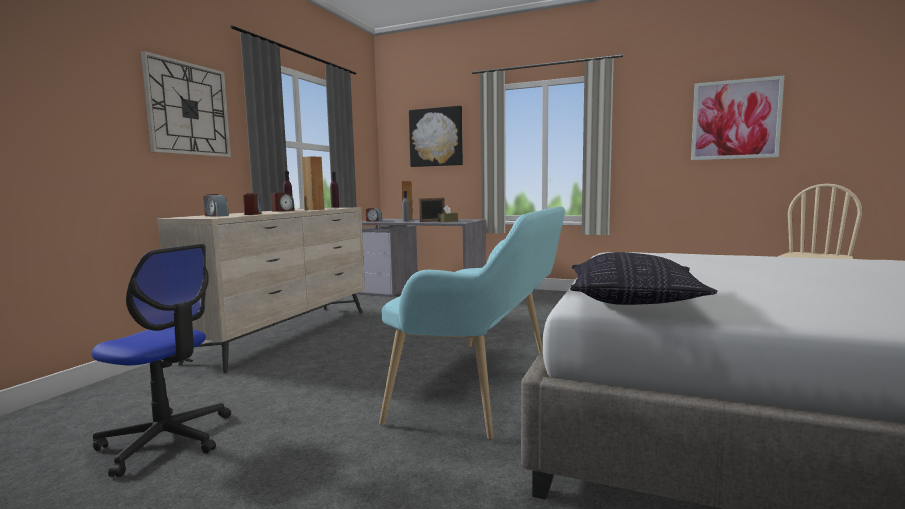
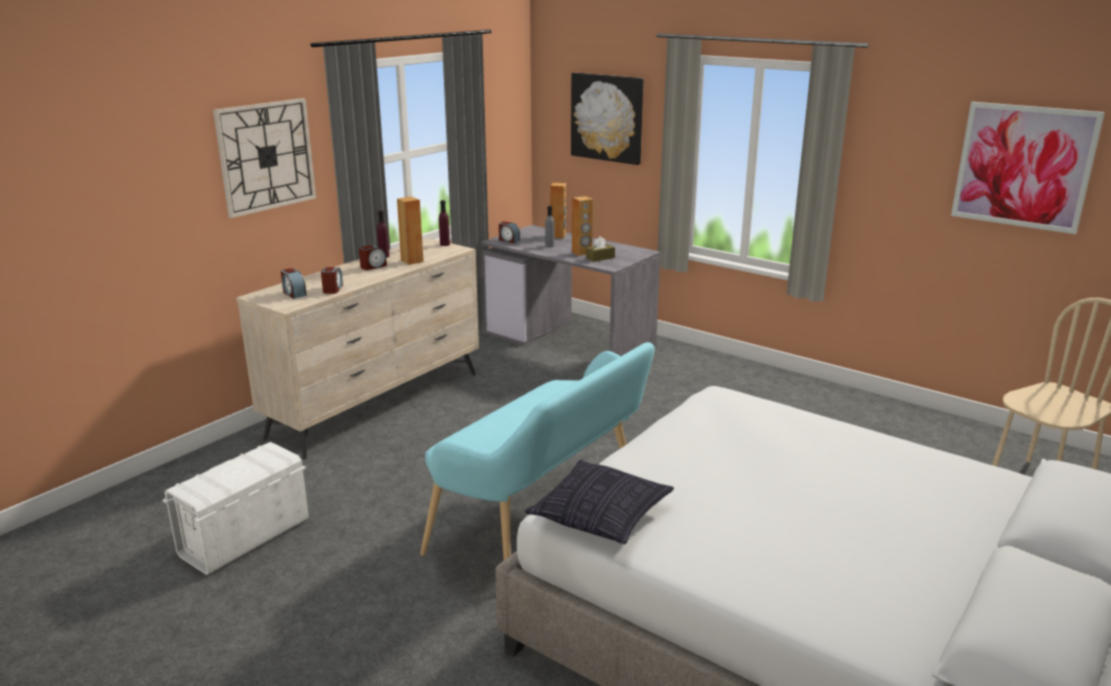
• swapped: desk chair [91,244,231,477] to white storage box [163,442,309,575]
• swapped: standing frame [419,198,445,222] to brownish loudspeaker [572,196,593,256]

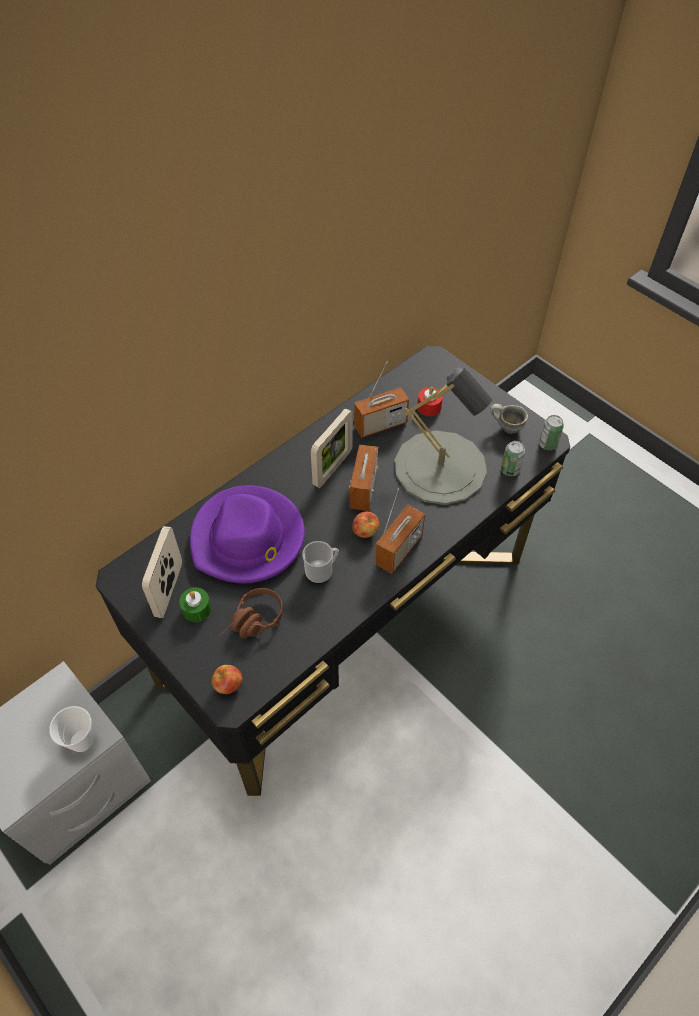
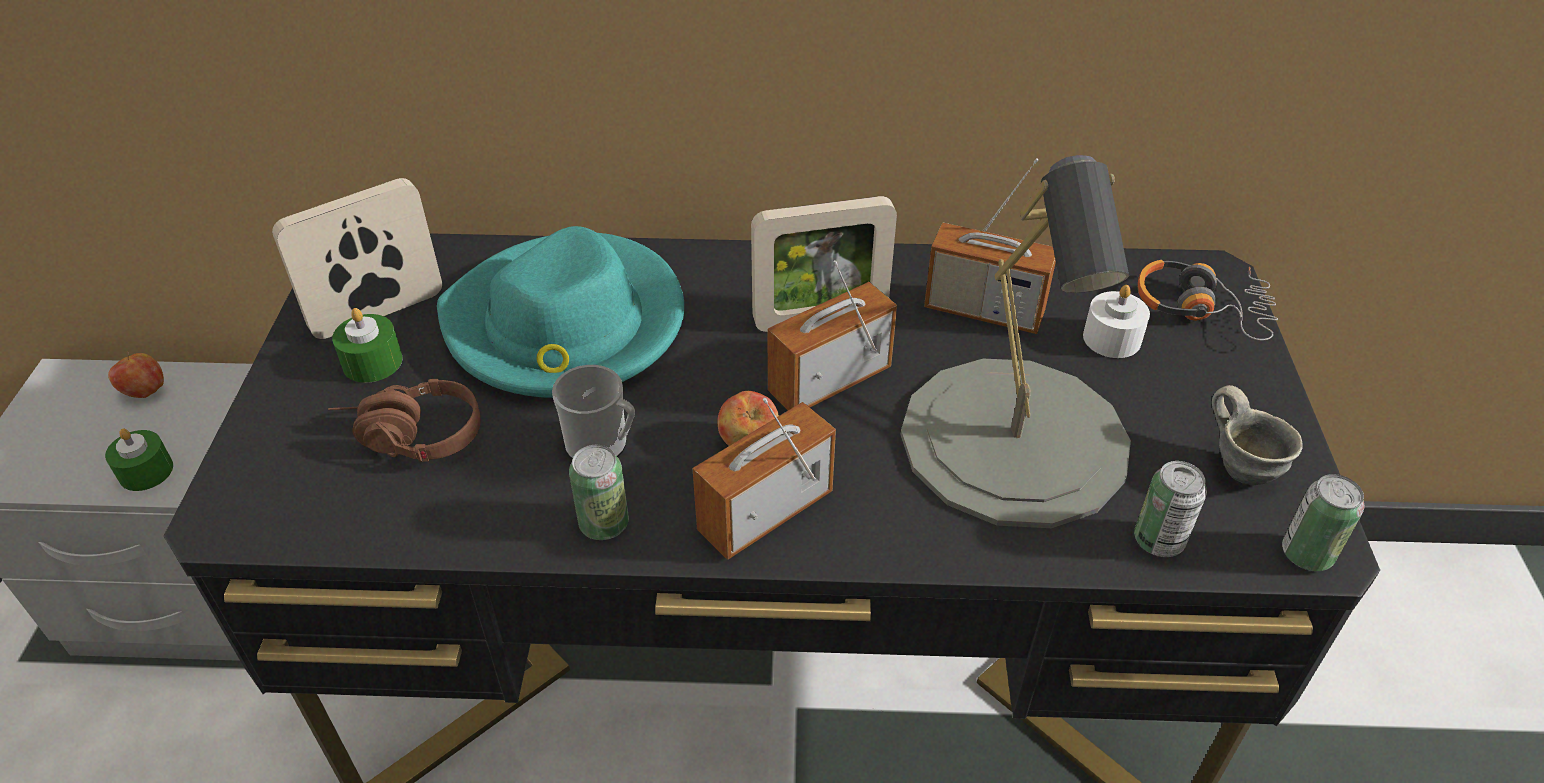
• swapped: drinking cup [49,706,93,752] to green wax candle [105,429,173,491]
• shifted: apple fruit [212,665,243,694] to [108,352,164,398]
• repainted: purple-coloured clothing hat [190,485,305,583] to turquoise-coloured clothing hat [437,226,684,398]
• new: sealed can [569,445,629,540]
• rotated: radio [375,488,425,574] = [693,398,836,560] 150 degrees clockwise
• repainted: red wax candle [418,387,443,416] to white wax candle [1083,285,1150,358]
• new: headphones [1138,260,1278,340]

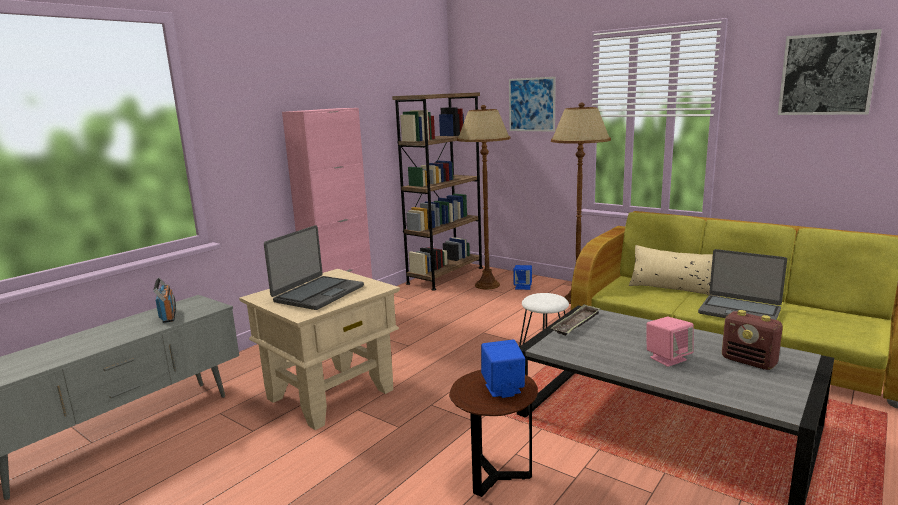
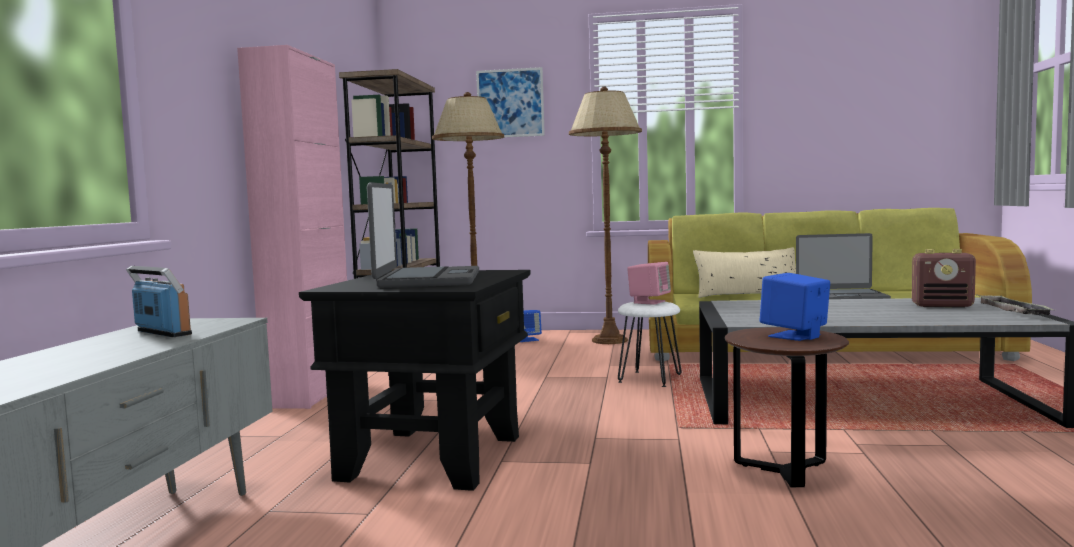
• repainted: beige accent table [239,269,400,430] to black accent table [299,270,531,491]
• shifted: pinkish loudspeaker [646,317,694,367] to [627,262,671,305]
• shifted: serving tray [551,304,601,336] to [977,294,1053,315]
• gone: wall art [778,29,882,115]

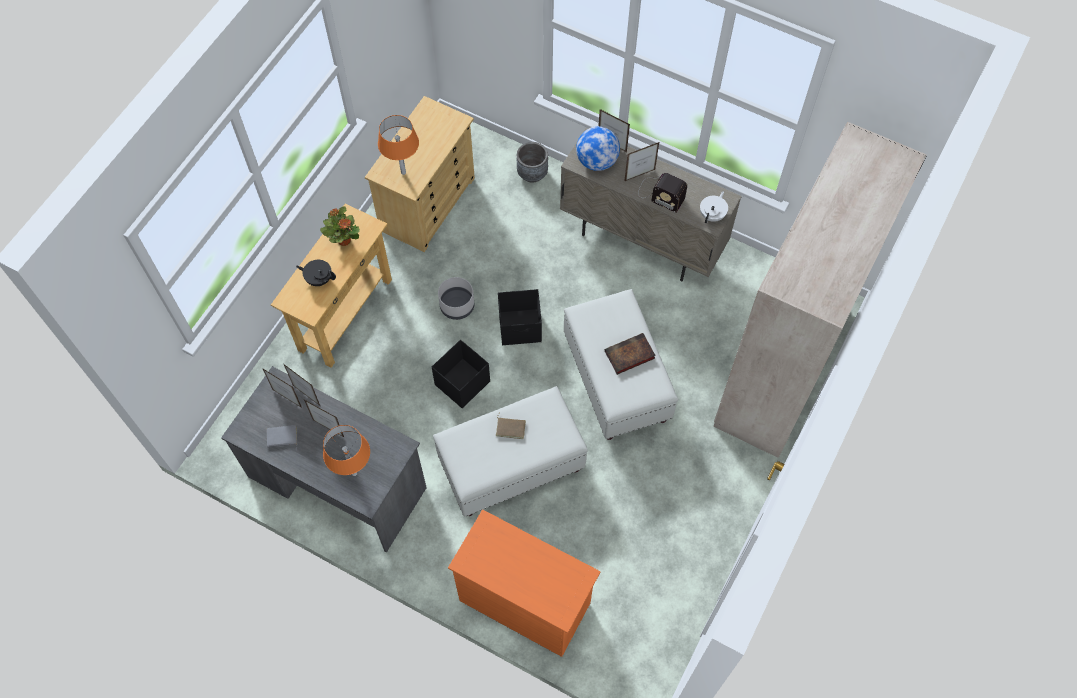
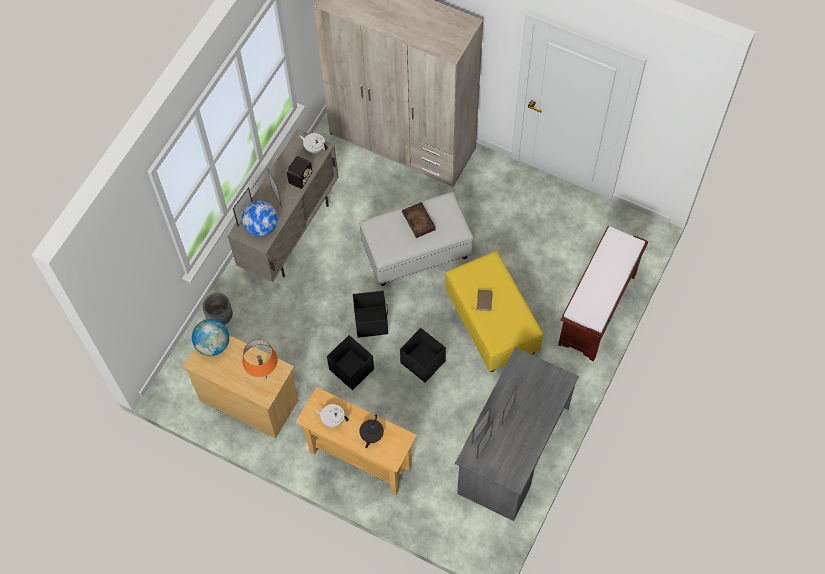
• new: desk globe [192,319,229,356]
• swapped: potted plant [320,206,360,246] to white tea pot [315,404,349,427]
• swapped: grey flower pot [438,277,474,320] to black storage box [327,335,374,390]
• repainted: white pouffe [433,386,588,517] to yellow pouffe [445,251,544,372]
• swapped: orangey drawer chest [448,509,601,657] to brownish bench [558,226,648,361]
• gone: grey bound book [267,425,298,447]
• gone: orangey lamp for a table [323,425,370,476]

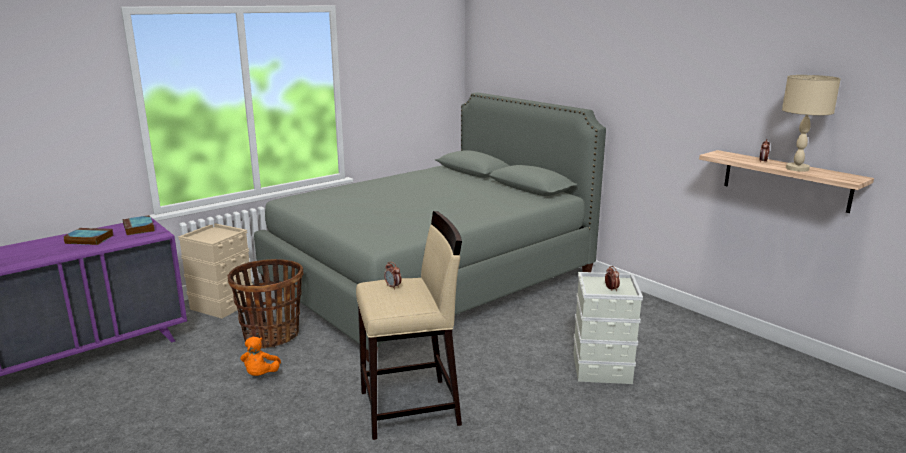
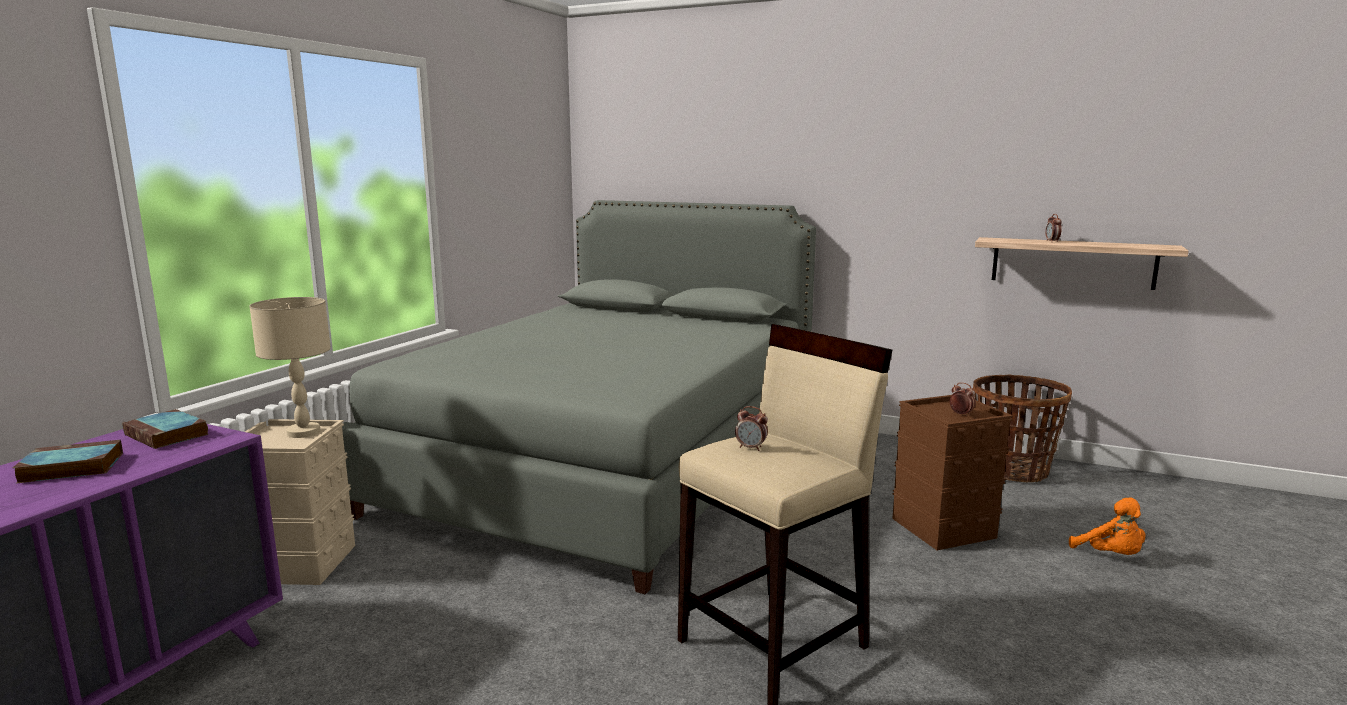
• shifted: beige lamp for a table [782,75,840,172] to [249,297,331,438]
• repainted: grey storage box [573,272,643,384] to brownish storage box [892,395,1013,550]
• shifted: storage basket [227,259,304,349] to [973,374,1072,482]
• shifted: orangey cuddly toy [241,337,281,376] to [1069,497,1145,555]

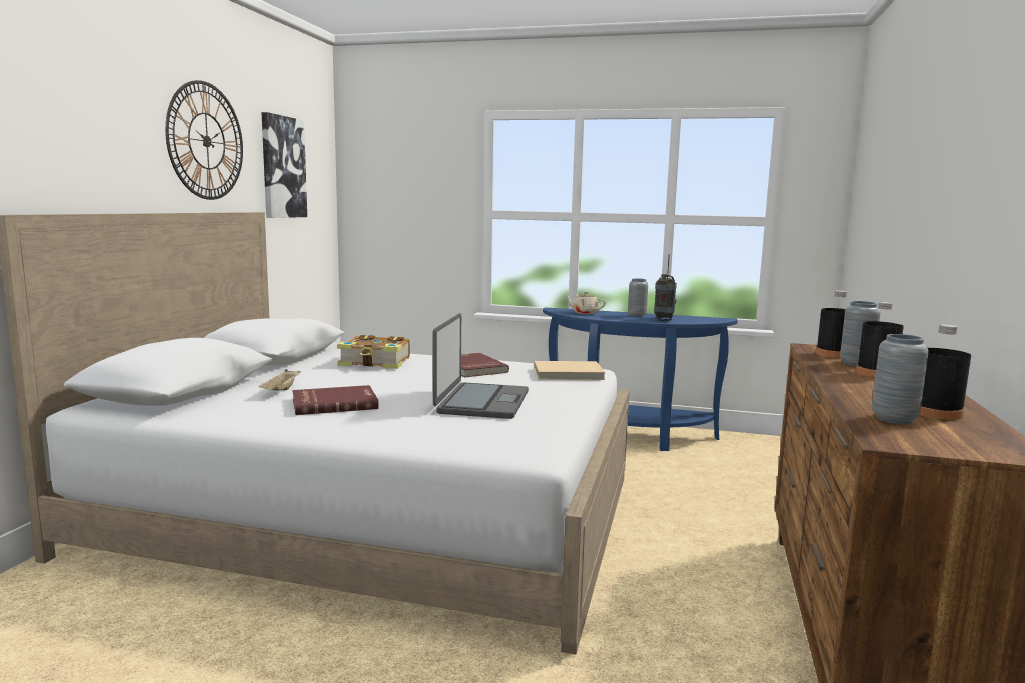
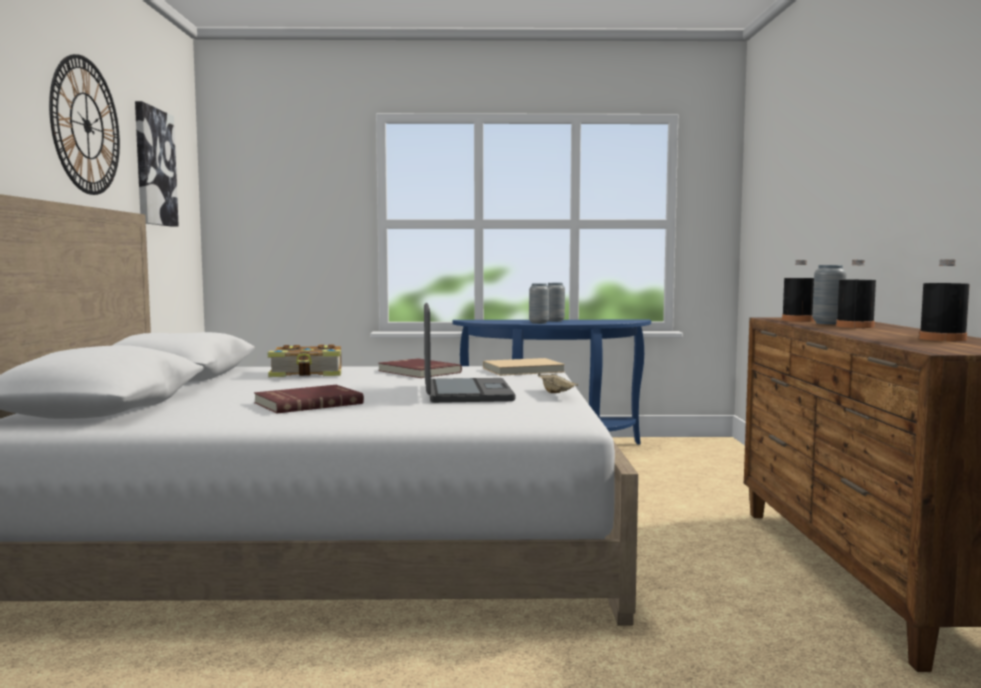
• shifted: grey decorative vase [872,334,929,424] to [529,283,549,324]
• shifted: beige serving tray [259,369,301,391] to [538,373,578,393]
• gone: beige tea pot [565,292,606,314]
• gone: radio [654,254,677,321]

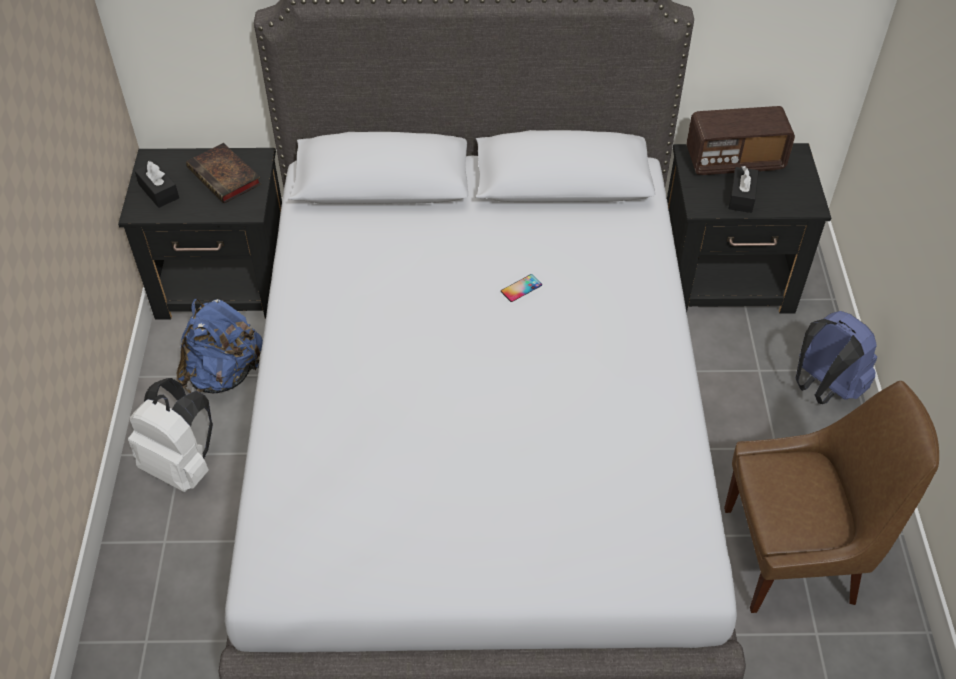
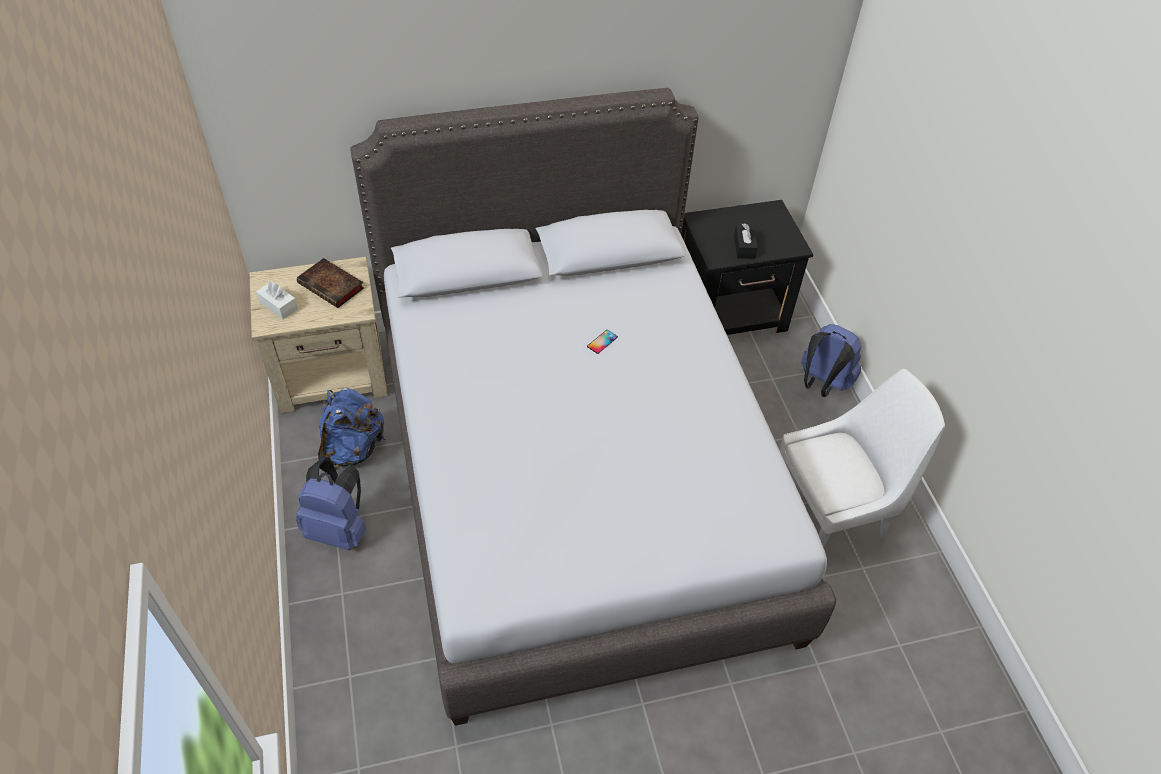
• repainted: black nightstand [118,148,282,320] to beige nightstand [250,257,388,413]
• repainted: black box of tissues [135,161,179,208] to white box of tissues [256,281,298,319]
• repainted: white rucksack [128,378,213,492] to blue-coloured rucksack [296,458,366,550]
• repainted: brownish plain chair [724,381,939,613] to white plain chair [780,369,945,548]
• gone: radio [686,106,795,175]

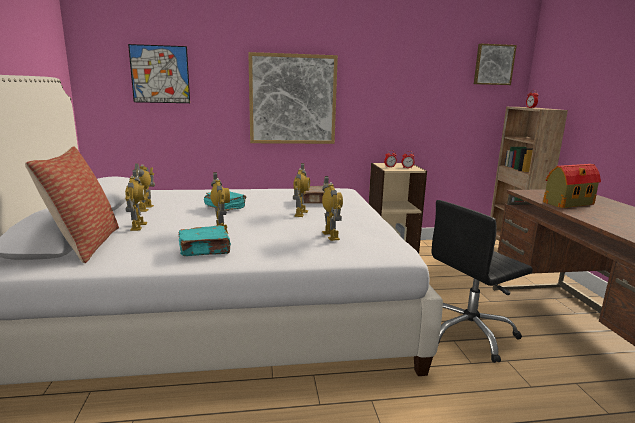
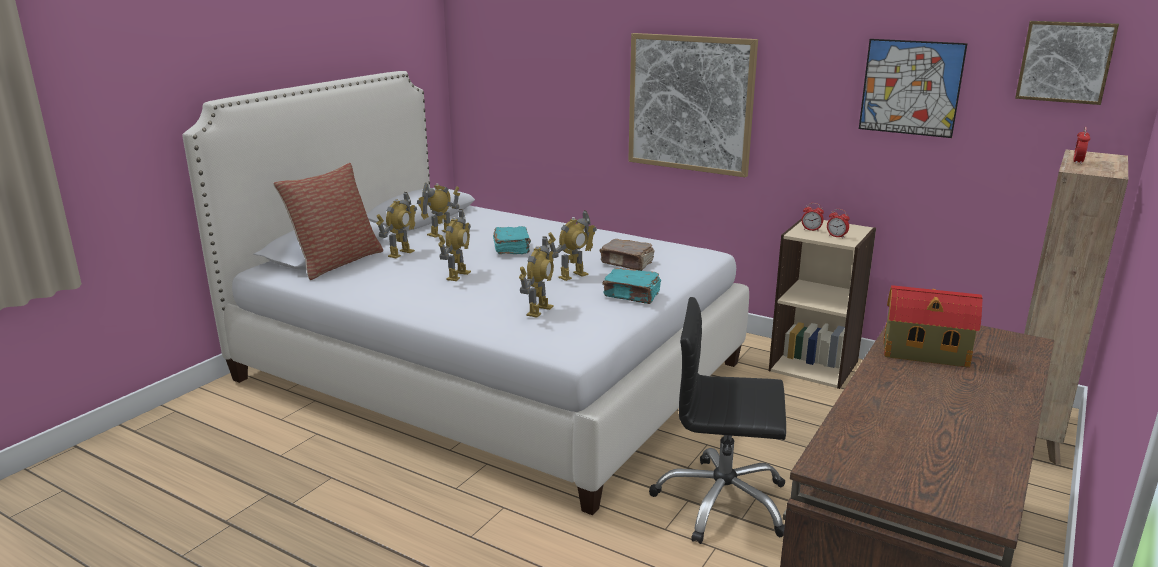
• shifted: turquoise-coloured bound book [178,225,231,256] to [602,268,661,304]
• shifted: wall art [128,44,190,103] to [859,39,968,138]

